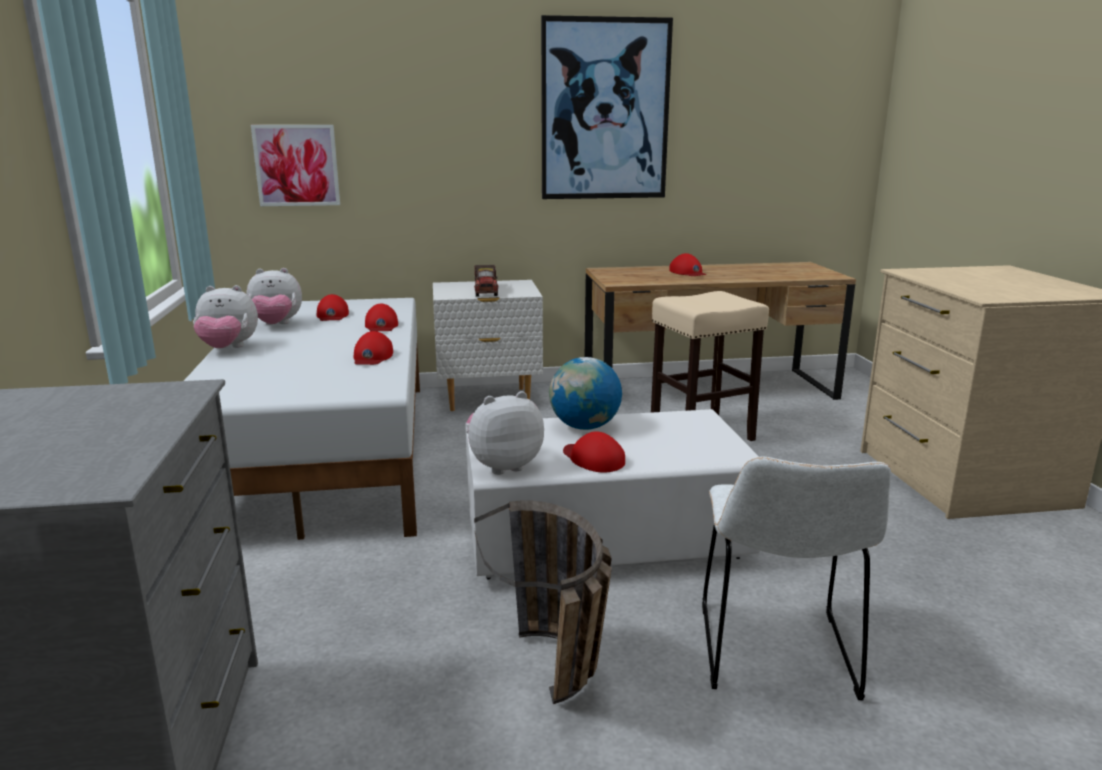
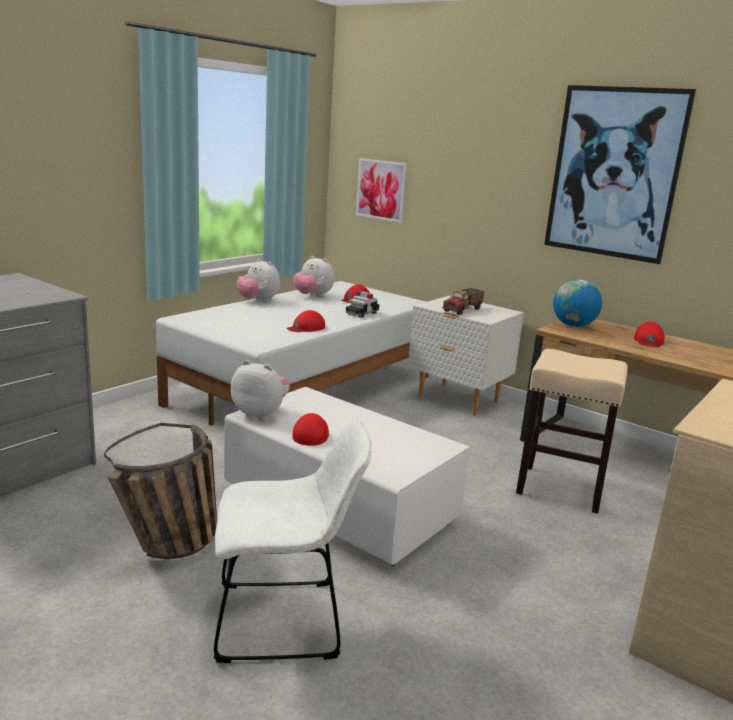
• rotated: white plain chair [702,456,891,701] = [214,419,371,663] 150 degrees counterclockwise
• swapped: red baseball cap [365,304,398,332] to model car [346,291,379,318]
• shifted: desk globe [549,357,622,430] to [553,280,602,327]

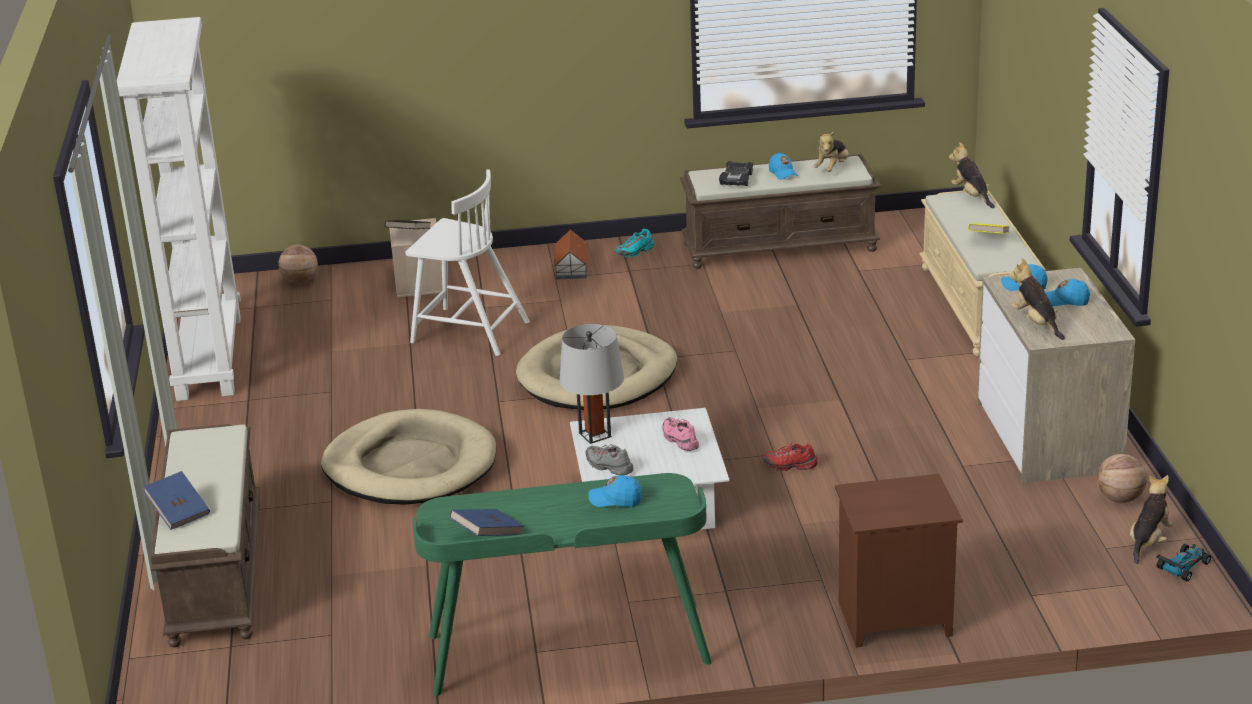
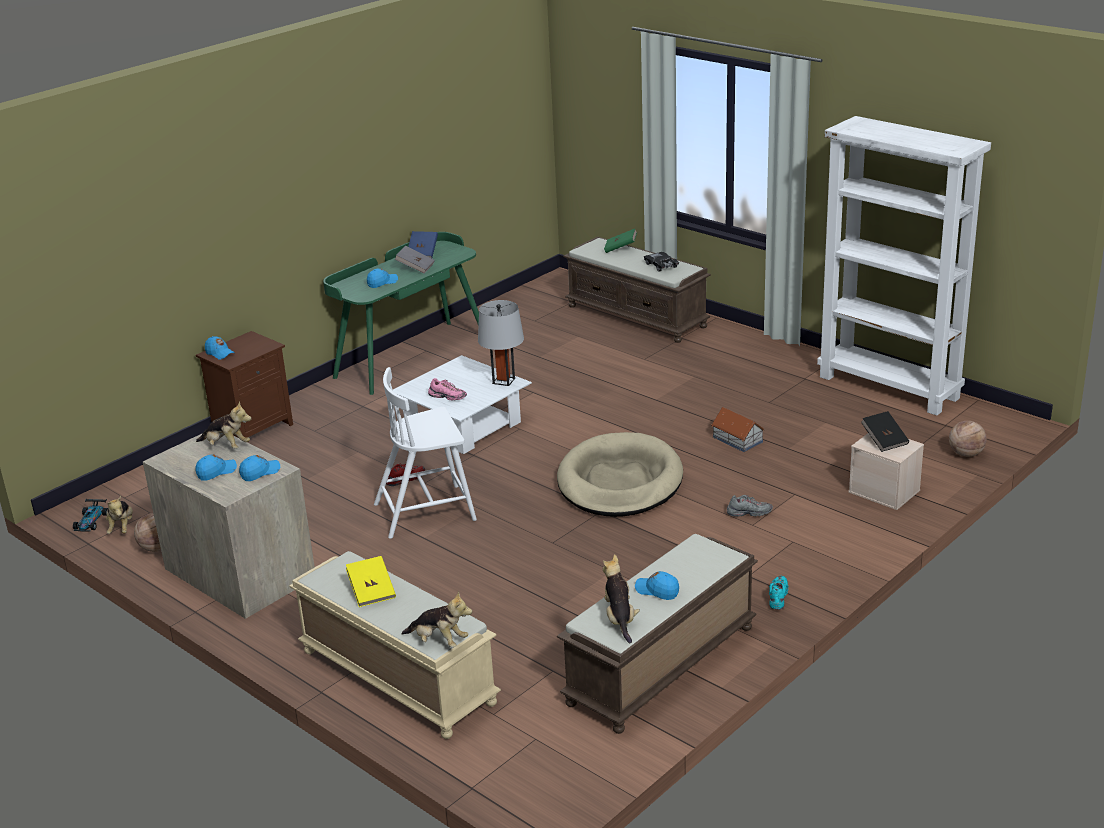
• new: blue-coloured baseball cap [205,336,235,360]
• shifted: white plain chair [406,170,530,356] to [374,367,477,539]
• new: grey bound book [395,246,435,274]
• repainted: blue-coloured bound book [143,471,210,530] to green bound book [604,229,637,253]
• shifted: black model car [719,161,753,186] to [644,252,679,272]
• shifted: model house [553,229,588,280] to [711,407,765,452]
• shifted: grey item of footwear [585,444,633,475] to [727,495,773,516]
• gone: beige dog bed [321,409,496,505]

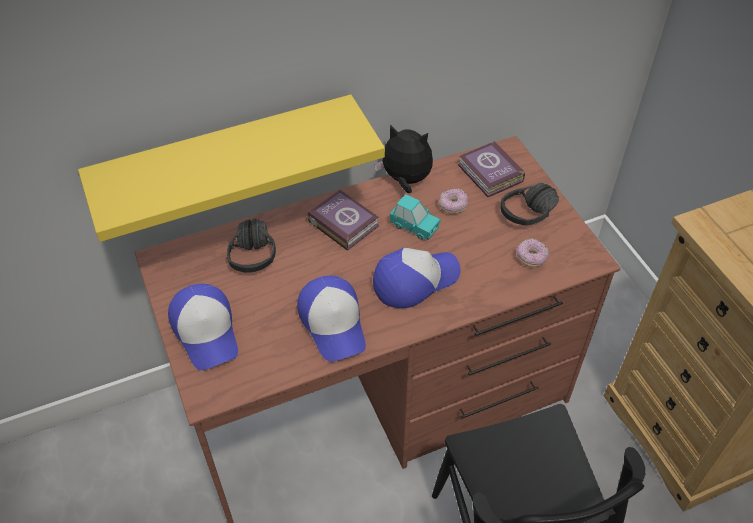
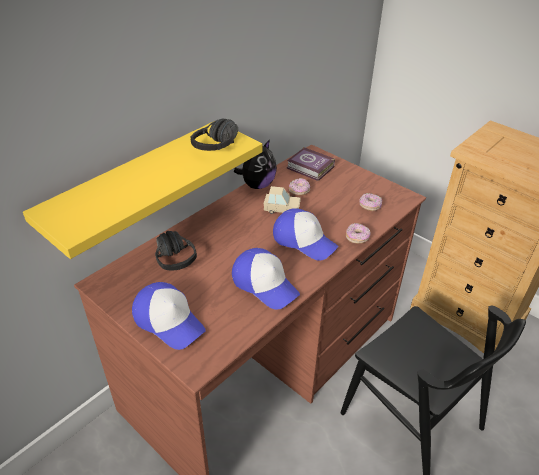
• shifted: black headphones [500,183,559,226] to [191,119,238,151]
• rotated: cuddly toy [374,125,433,193] = [234,139,277,189] 135 degrees clockwise
• repainted: turquoise-coloured model car [390,194,441,240] to beige model car [264,186,301,214]
• rotated: baseball cap [373,248,460,308] = [273,208,338,261] 90 degrees clockwise
• new: ring doughnut [346,223,371,244]
• gone: bound book [307,190,379,251]

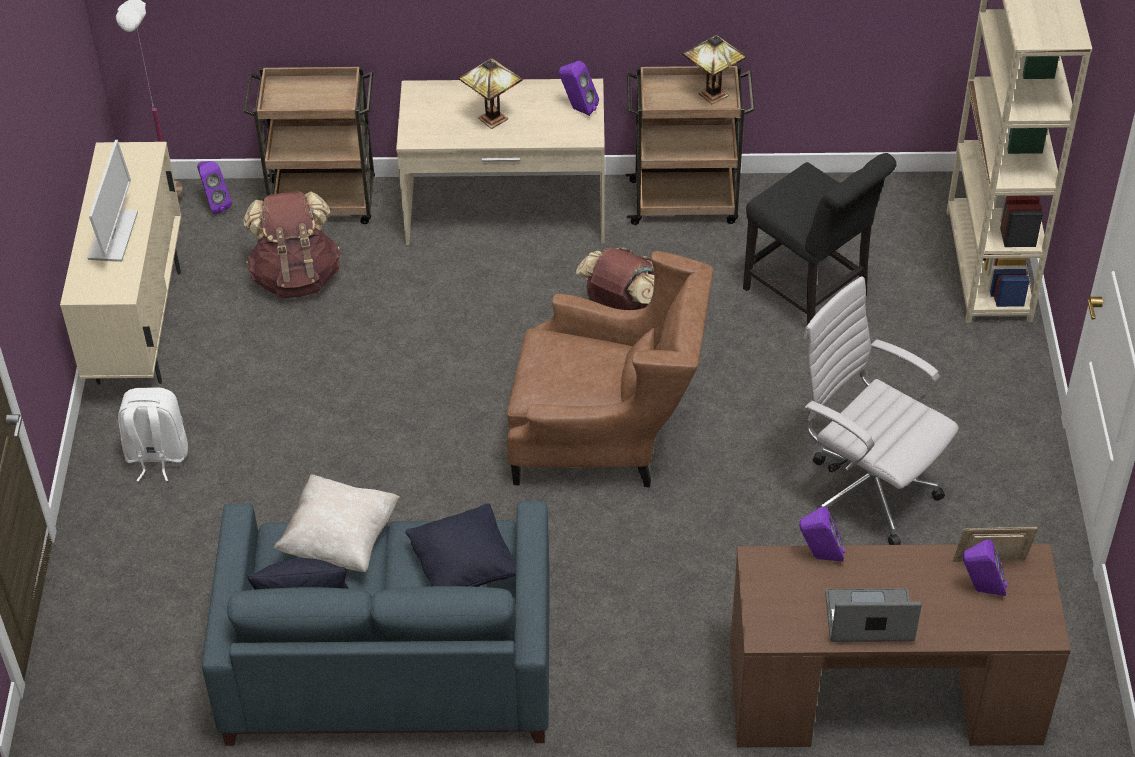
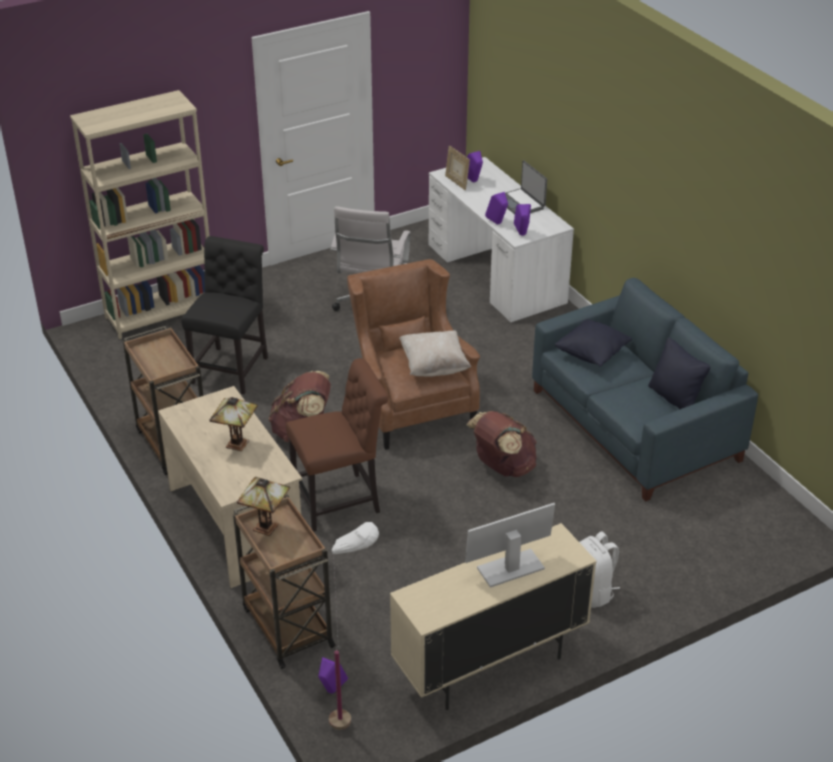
• shifted: lamp for a table [683,35,747,104] to [237,477,290,536]
• new: brownish plain chair [286,358,388,532]
• shifted: beige throw pillow [274,474,400,572] to [399,330,471,377]
• repainted: brownish desk table [730,544,1071,747] to white desk table [429,157,574,322]
• shifted: brownish rucksack [244,191,341,298] to [466,411,537,477]
• shifted: purple-coloured loudspeaker [559,61,599,116] to [514,204,531,236]

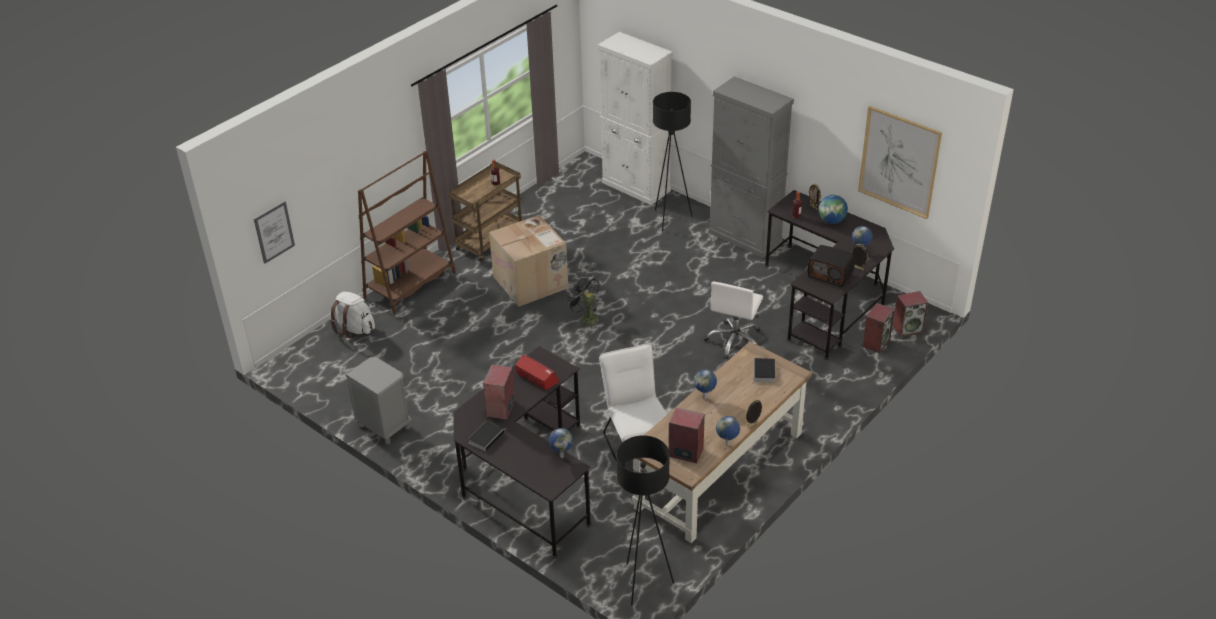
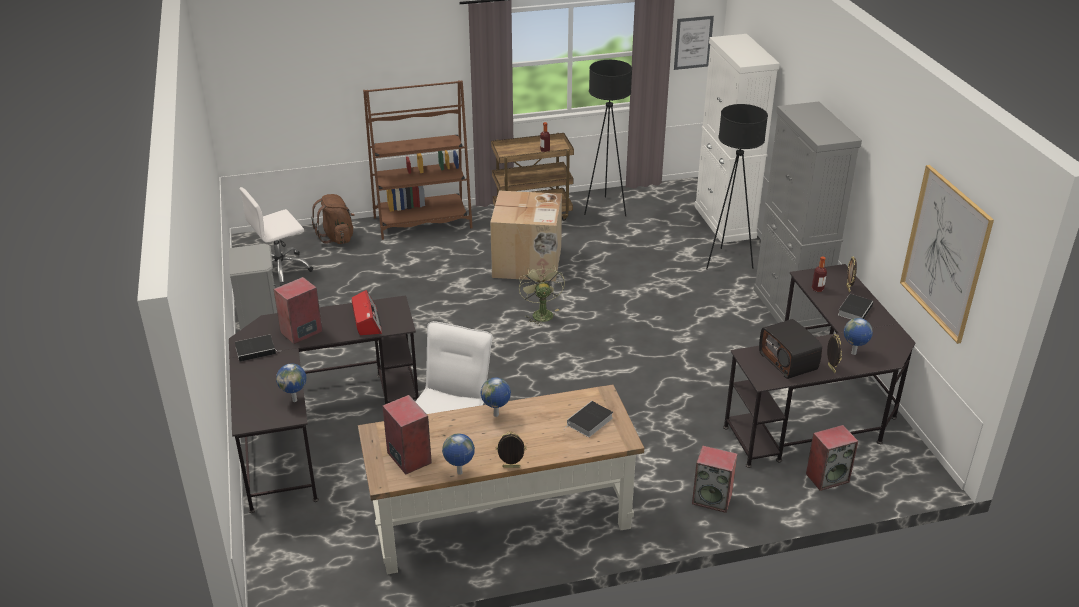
• shifted: white desk chair [704,282,763,360] to [239,187,313,286]
• repainted: white rucksack [330,292,375,339] to brownish rucksack [311,194,355,244]
• repainted: black cooling fan [566,275,599,328] to green cooling fan [519,264,565,326]
• shifted: black floor lamp [616,435,674,606] to [584,60,632,216]
• shifted: wall art [254,201,295,264] to [674,16,714,70]
• shifted: loudspeaker [893,291,928,337] to [692,445,737,513]
• swapped: desk globe [819,195,848,224] to bound book [838,294,873,319]

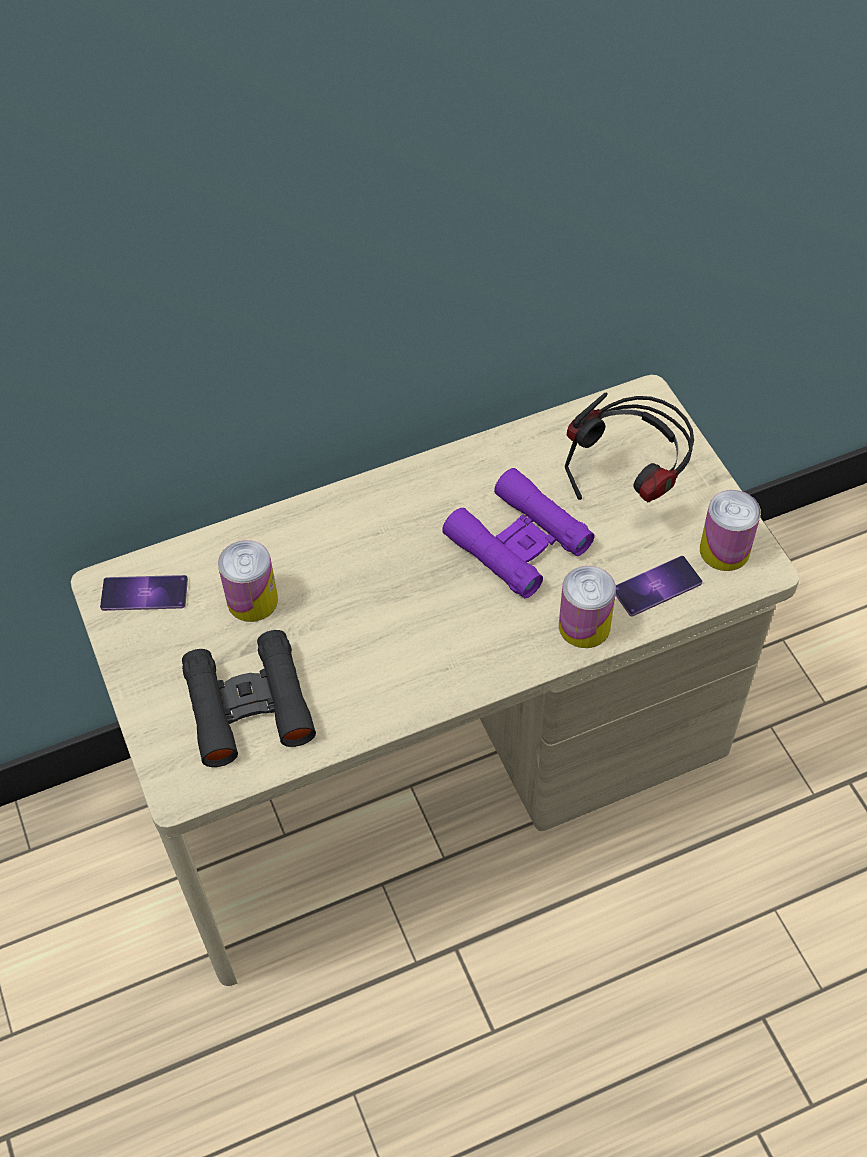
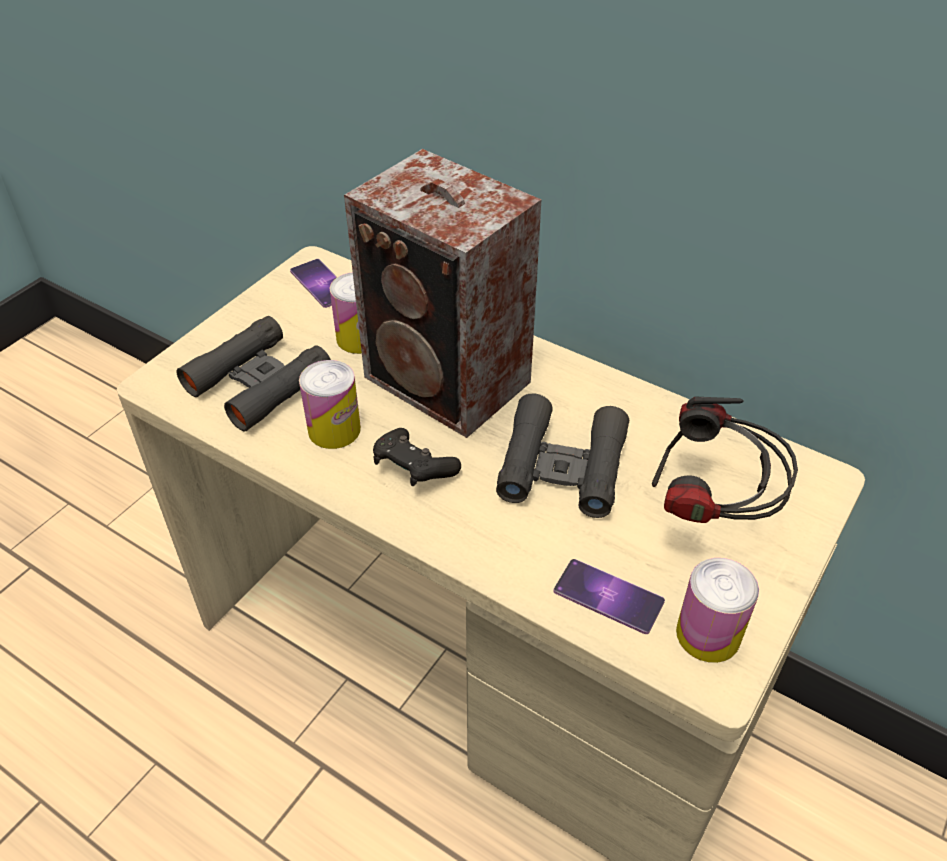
• shifted: sealed can [559,566,616,648] to [299,360,361,449]
• new: loudspeaker [344,149,541,438]
• new: black gamepad [373,428,461,486]
• repainted: purple-coloured pair of binoculars [442,468,594,598] to black pair of binoculars [496,393,629,518]

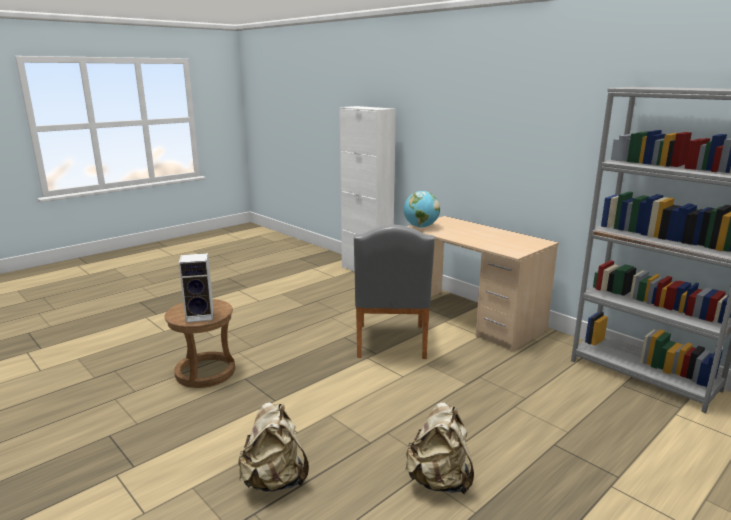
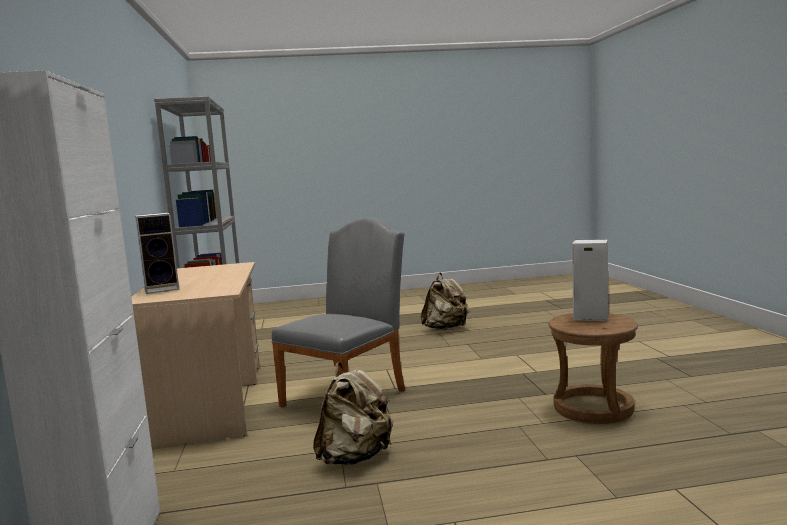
• new: loudspeaker [135,213,179,294]
• shifted: beige rucksack [238,402,309,492] to [313,362,393,465]
• gone: desk globe [404,191,440,228]

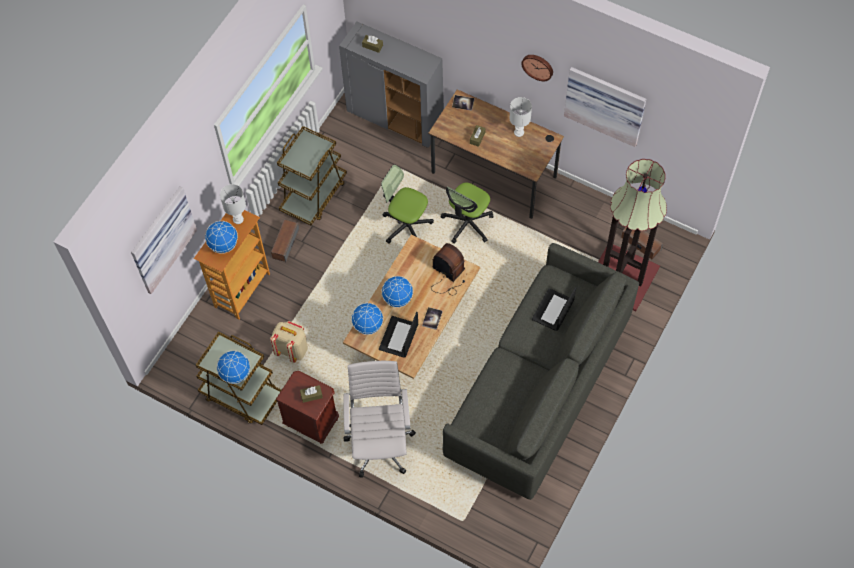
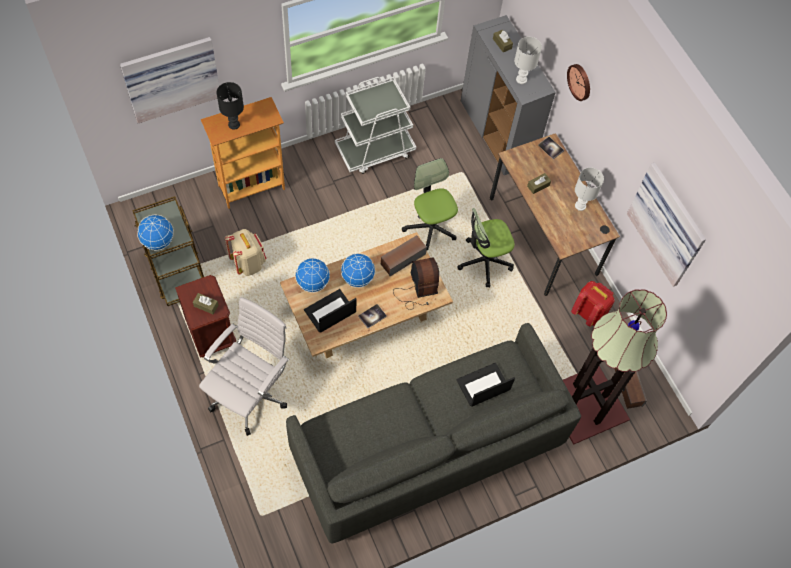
• swapped: desk globe [205,221,238,254] to black lamp for a table [216,82,244,130]
• repainted: brownish wheeled cart [277,126,347,225] to white wheeled cart [335,77,416,174]
• shifted: loudspeaker [271,220,299,262] to [381,235,427,276]
• shifted: white lamp for a table [220,184,246,224] to [514,37,542,84]
• shifted: hanging clock [521,55,553,81] to [567,64,590,101]
• new: red rucksack [571,281,615,327]

